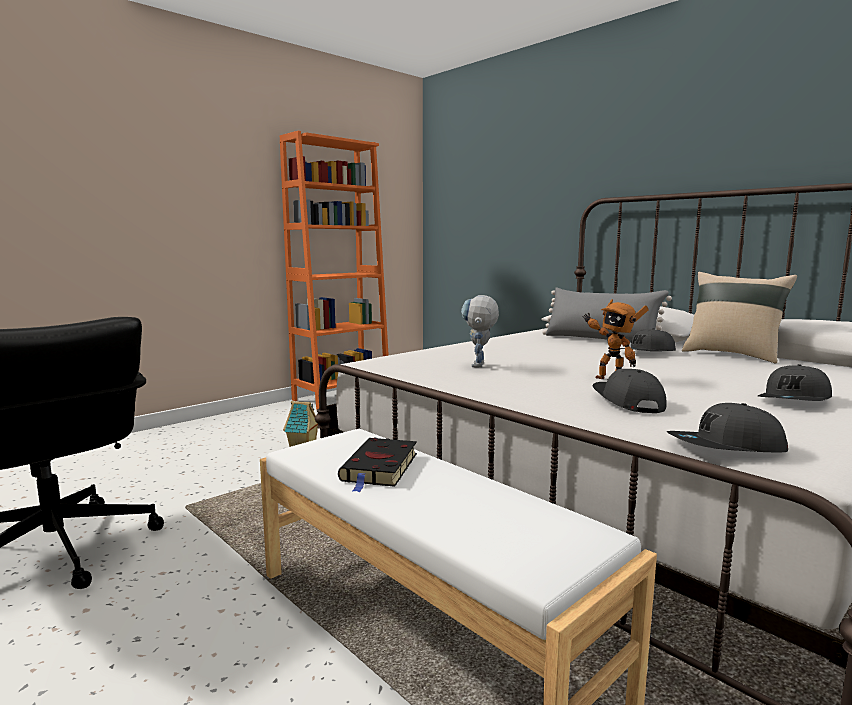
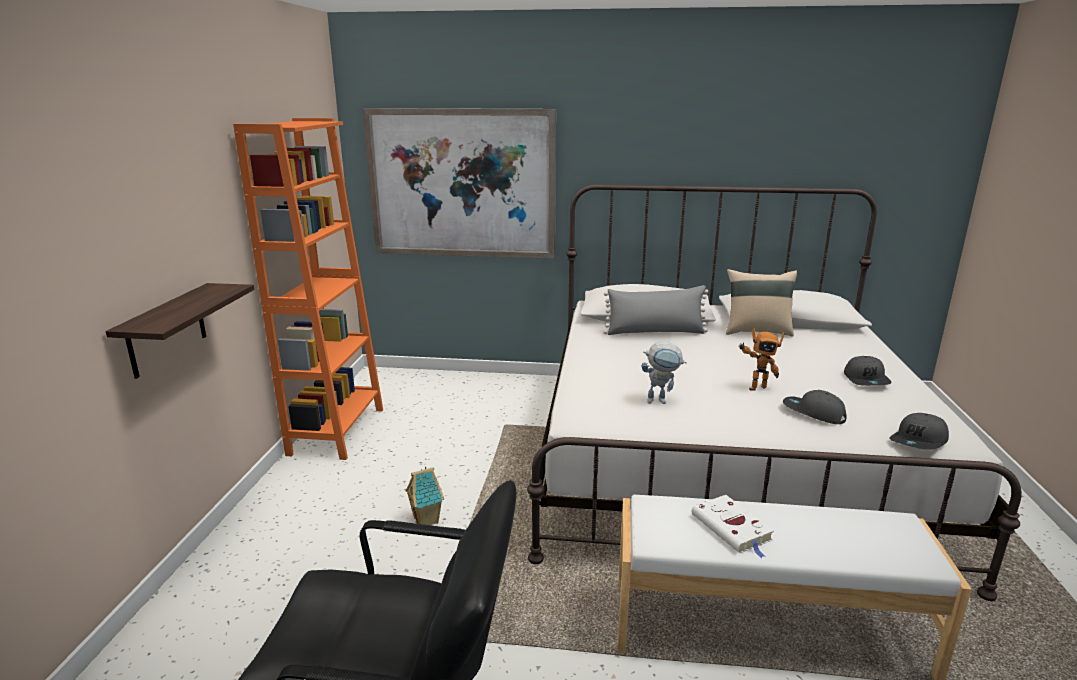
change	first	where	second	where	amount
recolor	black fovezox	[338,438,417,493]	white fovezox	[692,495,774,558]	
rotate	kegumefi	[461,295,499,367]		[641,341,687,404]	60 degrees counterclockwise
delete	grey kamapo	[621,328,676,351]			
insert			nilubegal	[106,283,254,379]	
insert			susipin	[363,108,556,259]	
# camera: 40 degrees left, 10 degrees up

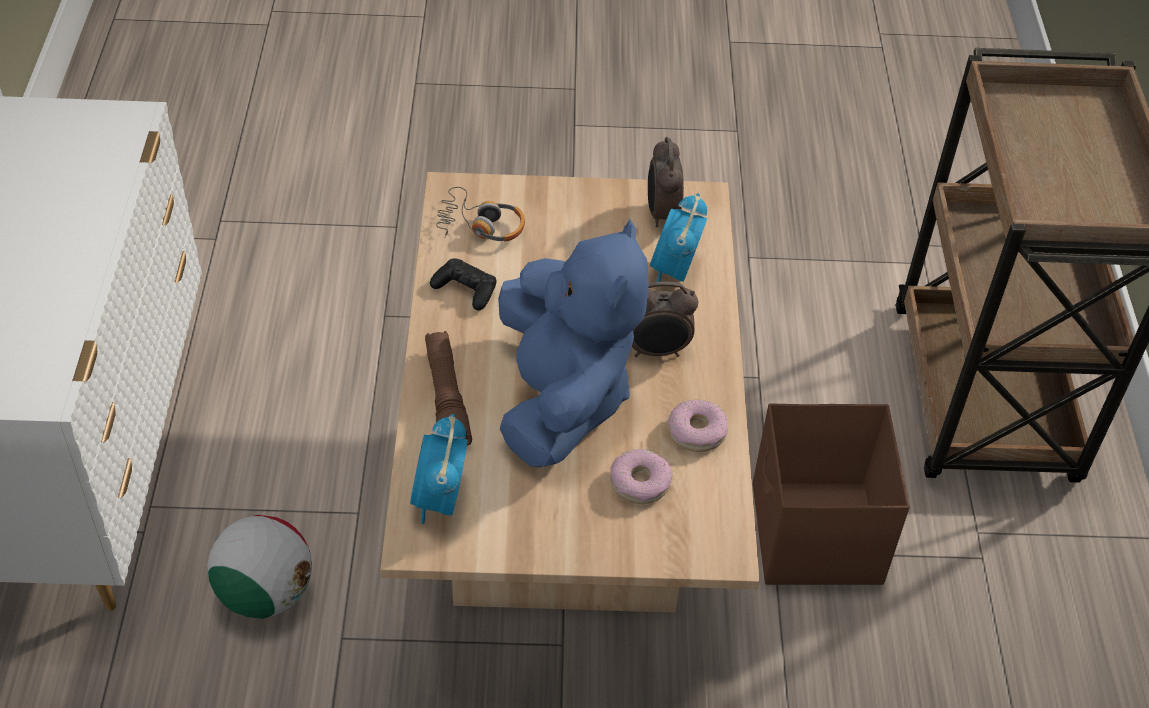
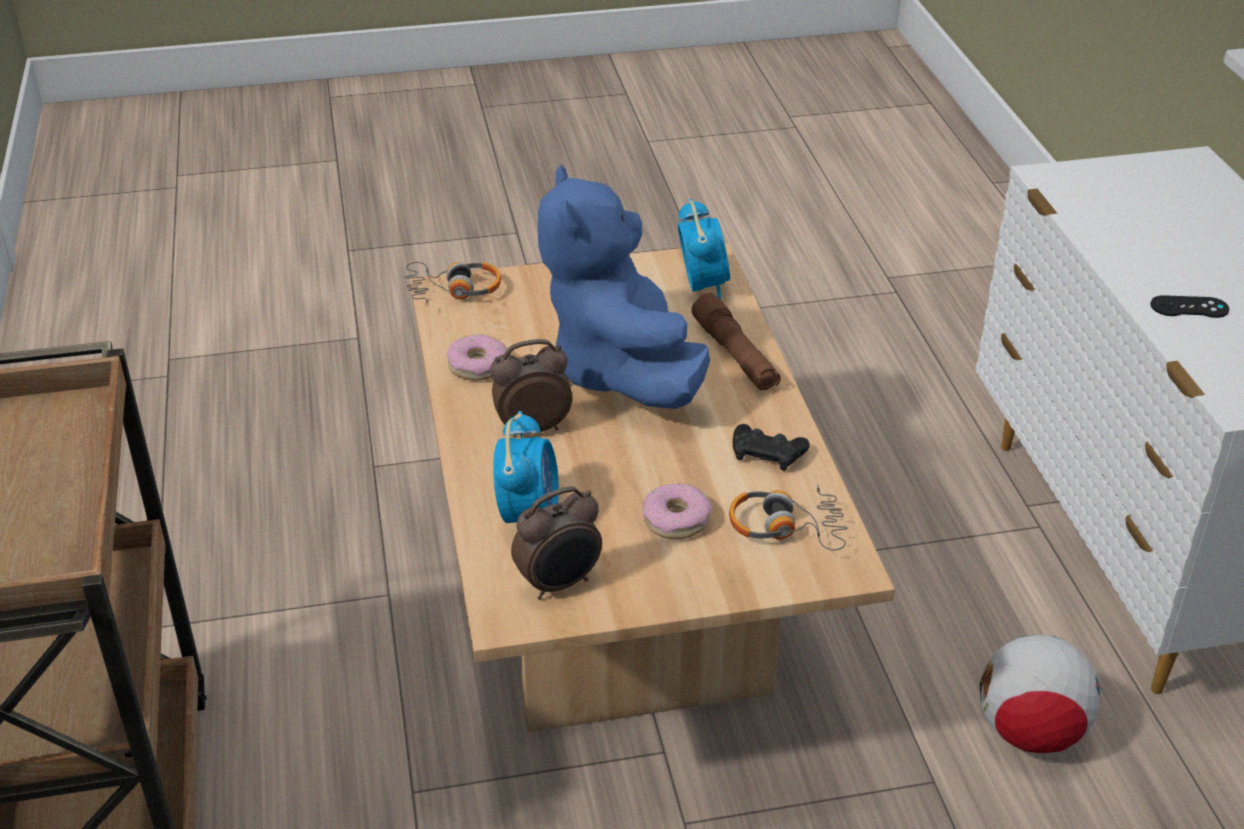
change	first	where	second	where	amount
move	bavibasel	[207,515,312,619]		[979,635,1100,753]	
move	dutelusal	[610,449,672,504]		[642,483,712,539]	
rotate	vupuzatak	[648,137,684,227]		[511,486,602,600]	75 degrees clockwise
delete	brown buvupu	[753,404,910,585]			
insert			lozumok	[404,262,501,306]	
insert			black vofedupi	[1150,295,1230,318]	
# camera: 170 degrees right, 10 degrees down

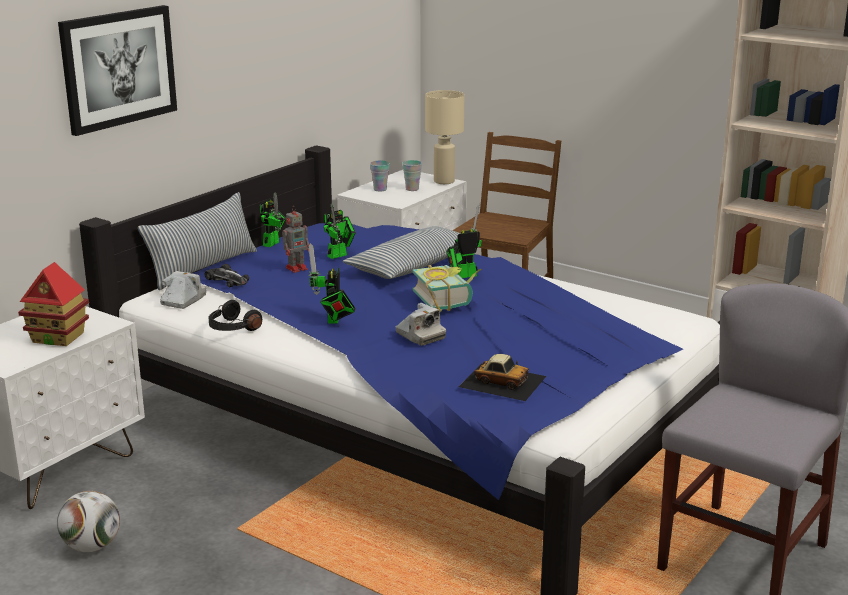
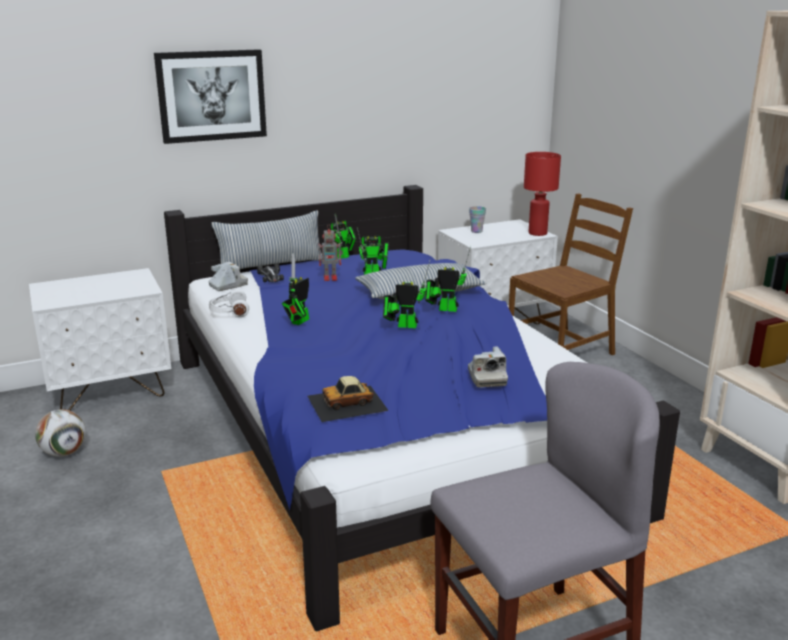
change	first	where	second	where	amount
delete	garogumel	[18,262,89,346]			
recolor	black lozumok	[209,300,262,331]	white lozumok	[209,290,249,317]	
move	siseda	[395,303,446,346]		[468,346,508,388]	
delete	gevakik	[402,160,422,191]			
replace	fovezox	[413,265,481,312]	kegumefi	[383,261,430,328]	
recolor	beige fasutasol	[425,90,464,184]	red fasutasol	[524,152,561,236]	
rotate	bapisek	[459,354,546,401]		[308,376,389,422]	105 degrees clockwise
# camera: 30 degrees right, 0 degrees up

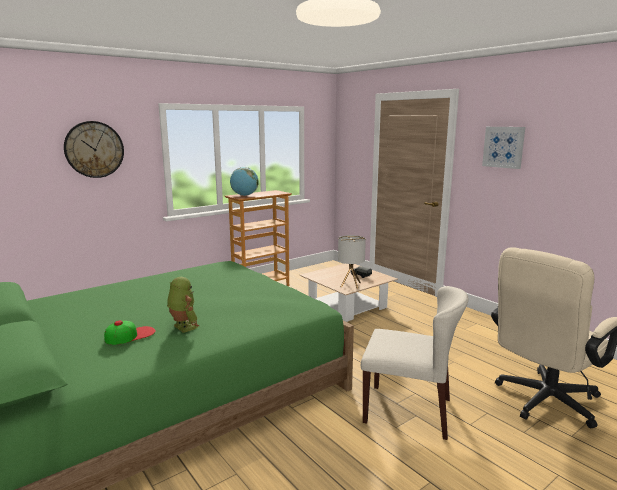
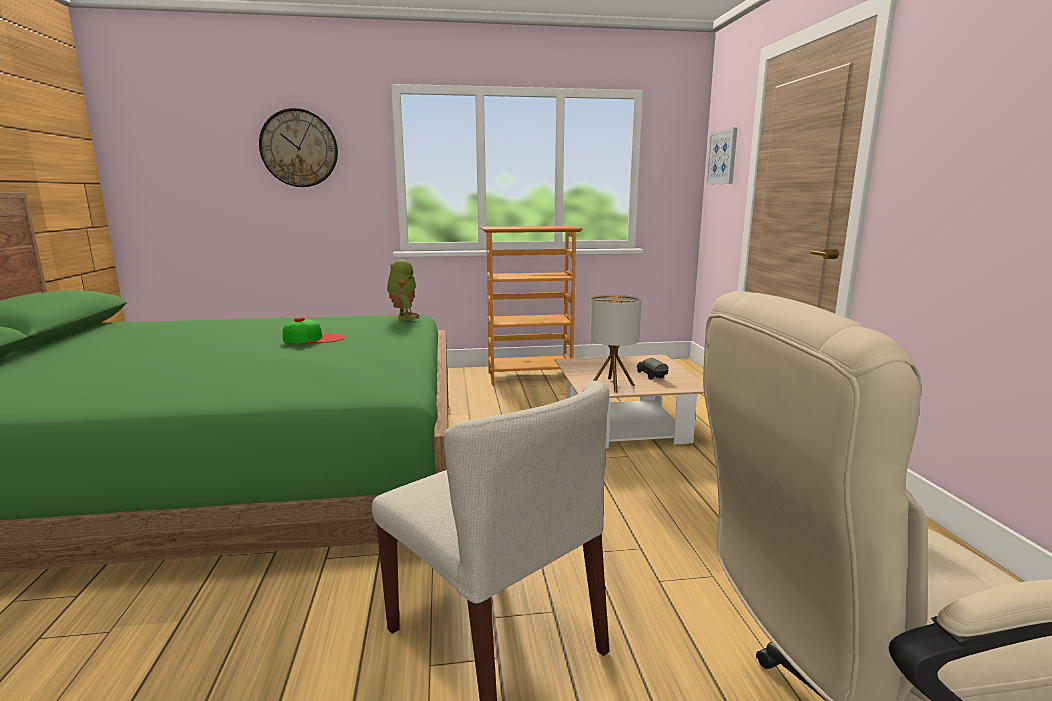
change	first	where	second	where	amount
move	kamapo	[104,320,156,345]		[283,317,345,344]	
move	kegumefi	[167,277,199,333]		[387,260,420,320]	
delete	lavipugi	[230,167,259,196]			
move	susipin	[482,127,525,169]		[706,127,737,185]	
# camera: 30 degrees right, 0 degrees up

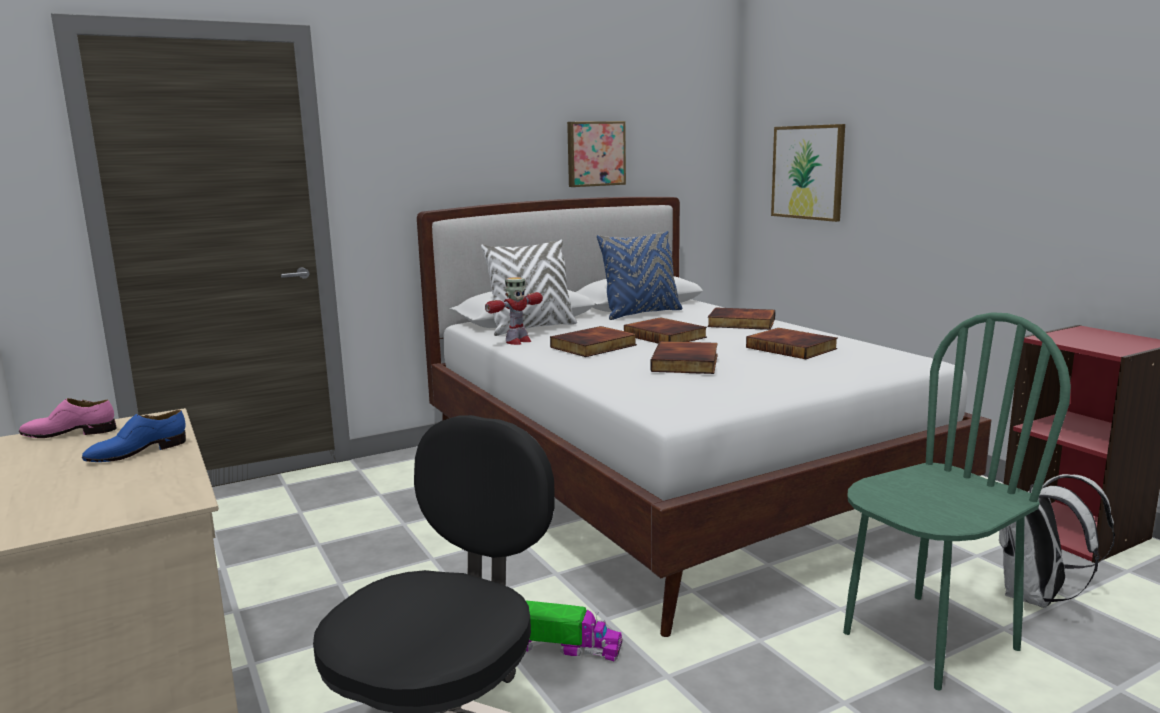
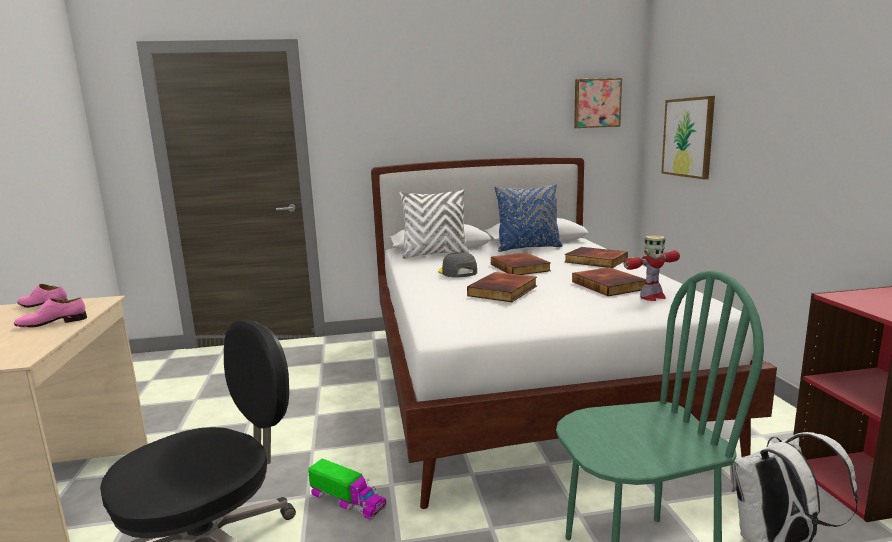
change	first	where	second	where	amount
recolor	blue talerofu	[82,410,186,462]	pink talerofu	[14,298,87,328]	
move	kegumefi	[485,277,543,345]		[624,235,680,301]	
replace	fovezox	[550,326,637,357]	grey kamapo	[438,252,477,278]	
move	susipin	[567,121,626,187]		[574,78,622,128]	
# camera: 20 degrees right, 0 degrees up

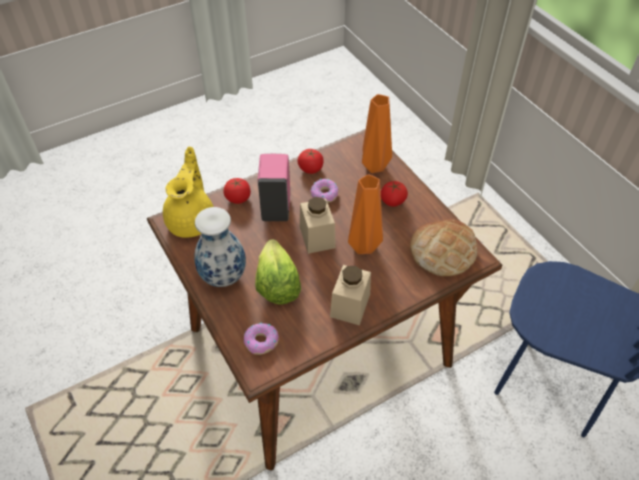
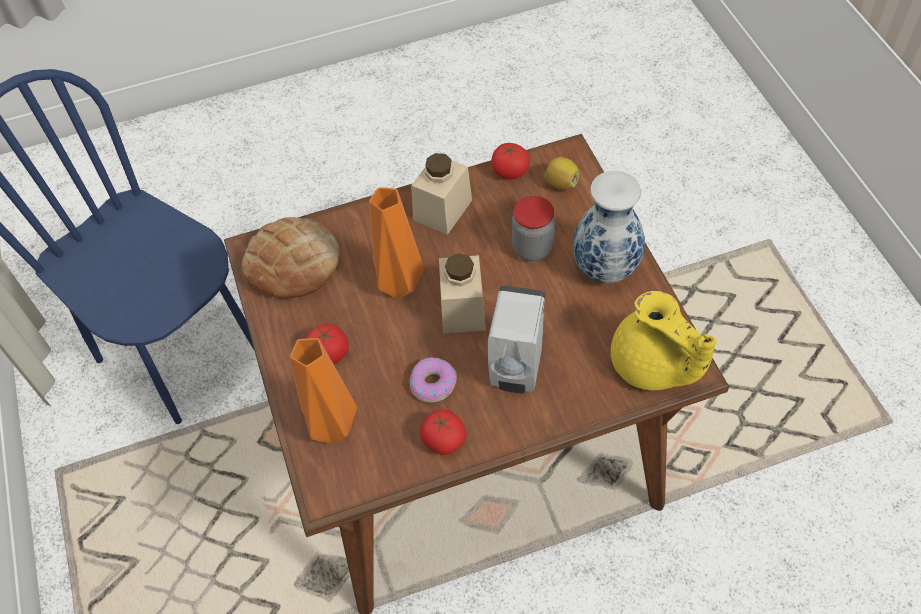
change	first	where	second	where	amount
rotate	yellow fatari	[163,146,214,238]		[611,291,717,390]	60 degrees counterclockwise
move	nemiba	[224,178,251,204]		[491,143,530,180]	
replace	dutelusal	[244,323,279,355]	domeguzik	[544,157,579,190]	
replace	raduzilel	[255,239,301,305]	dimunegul	[512,196,555,262]	
recolor	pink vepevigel	[258,154,290,221]	white vepevigel	[488,285,545,393]	
# camera: 165 degrees left, 5 degrees up

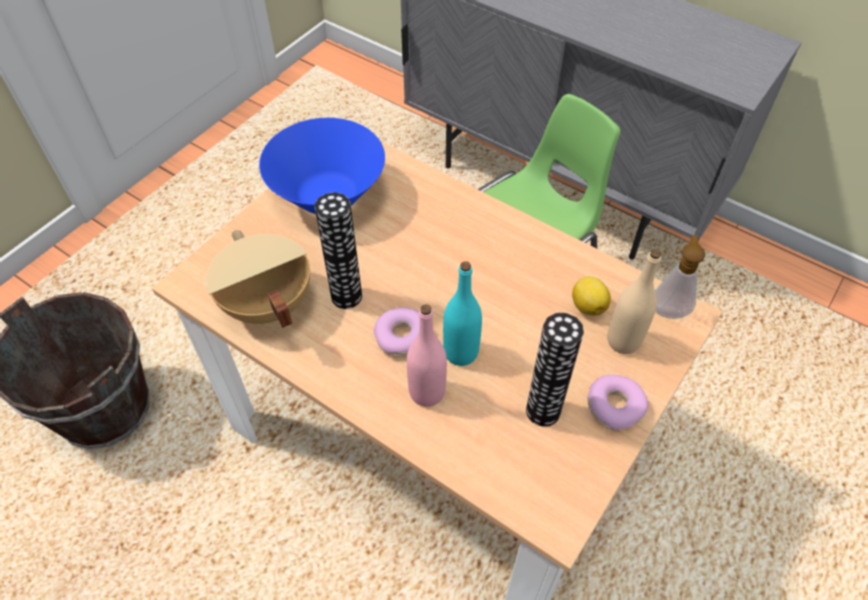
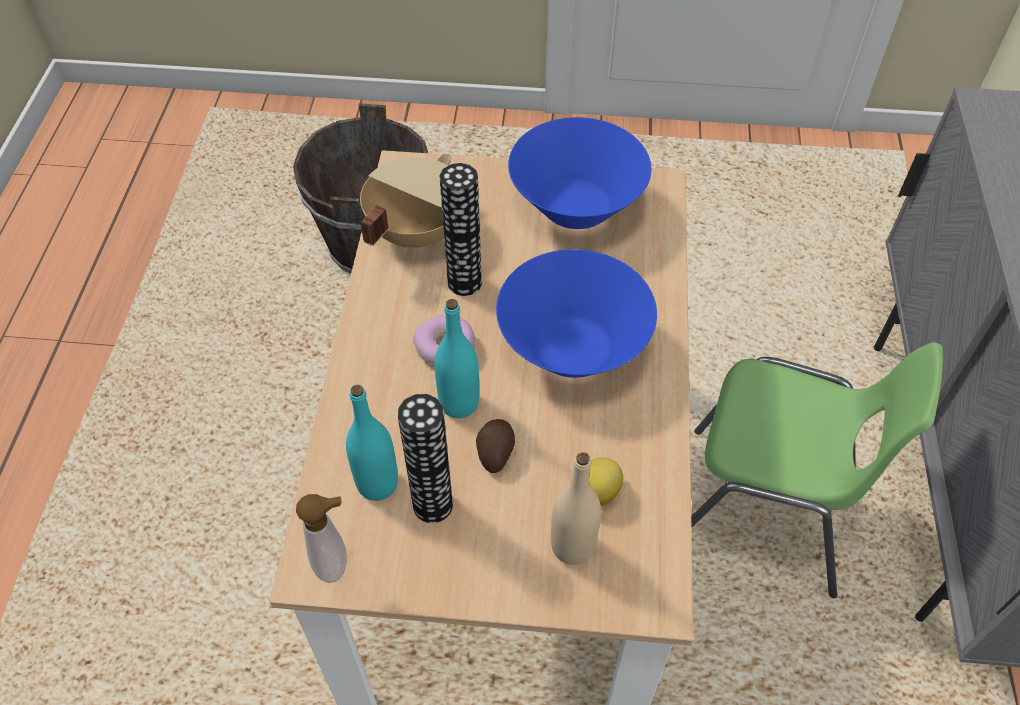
change	first	where	second	where	amount
delete	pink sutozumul	[407,304,447,407]			
delete	dutelusal	[587,375,648,431]			
move	vepevigel	[655,235,706,319]		[296,494,347,583]	
insert			turquoise sutozumul	[346,385,398,501]	
insert			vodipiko	[476,419,515,473]	
insert			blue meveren	[496,249,657,378]	
# camera: 60 degrees right, 0 degrees up

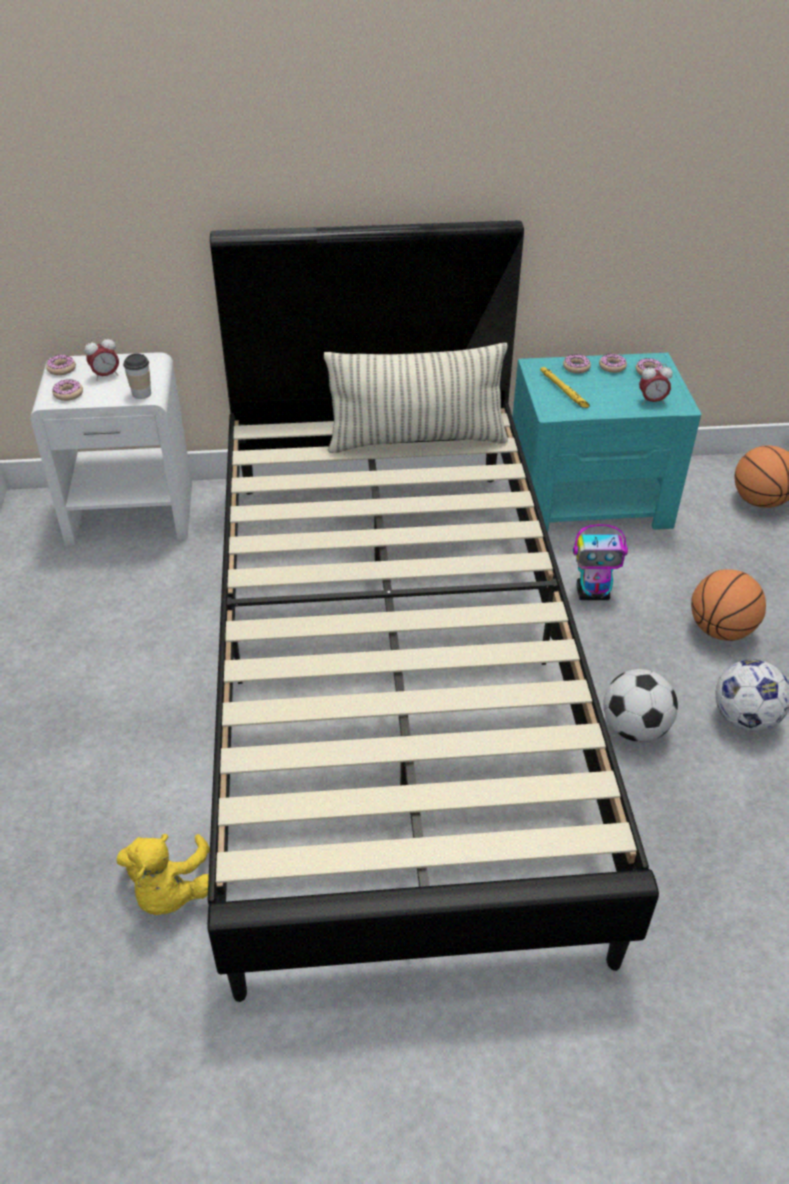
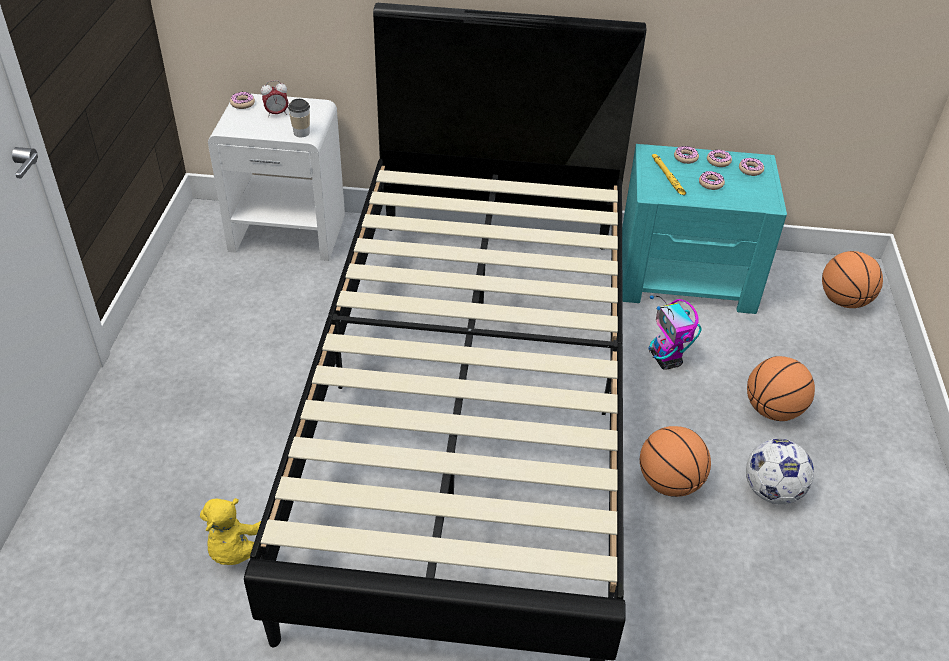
change	first	where	second	where	amount
move	dutelusal	[52,379,83,401]		[699,171,725,190]	
delete	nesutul	[324,343,508,453]			
rotate	kegumefi	[573,524,628,600]		[648,295,702,370]	60 degrees clockwise
replace	bavibasel	[603,669,678,742]	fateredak	[640,426,711,497]	
delete	vupuzatak	[639,363,673,404]			
# camera: 10 degrees right, 0 degrees up

